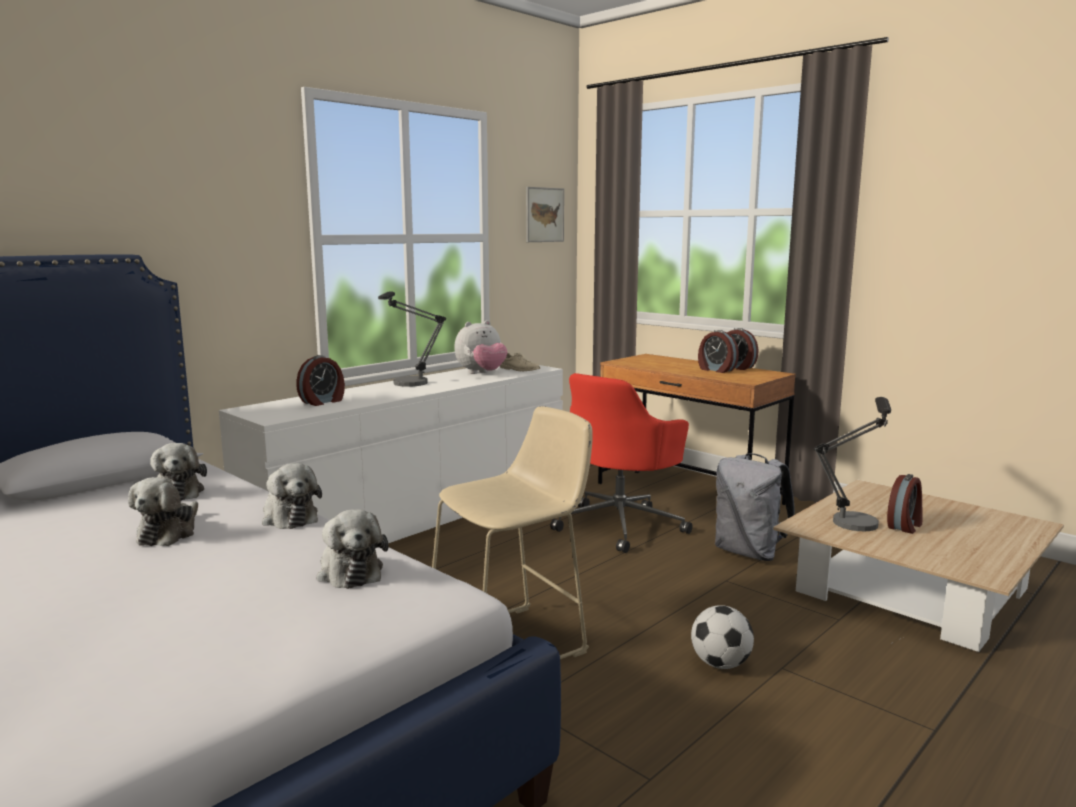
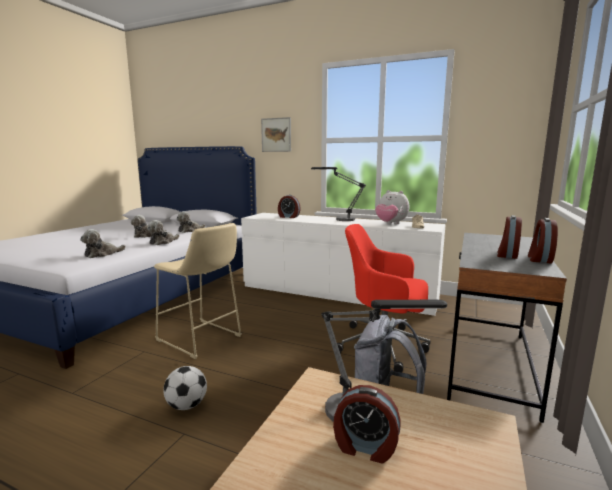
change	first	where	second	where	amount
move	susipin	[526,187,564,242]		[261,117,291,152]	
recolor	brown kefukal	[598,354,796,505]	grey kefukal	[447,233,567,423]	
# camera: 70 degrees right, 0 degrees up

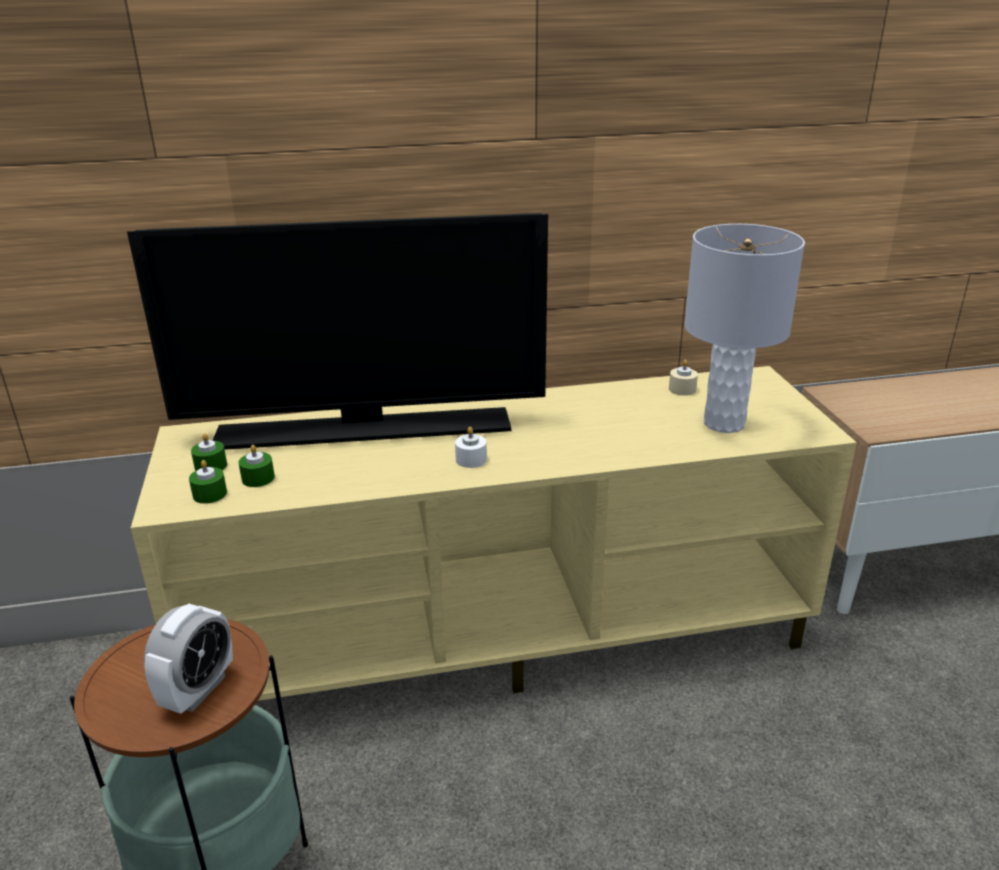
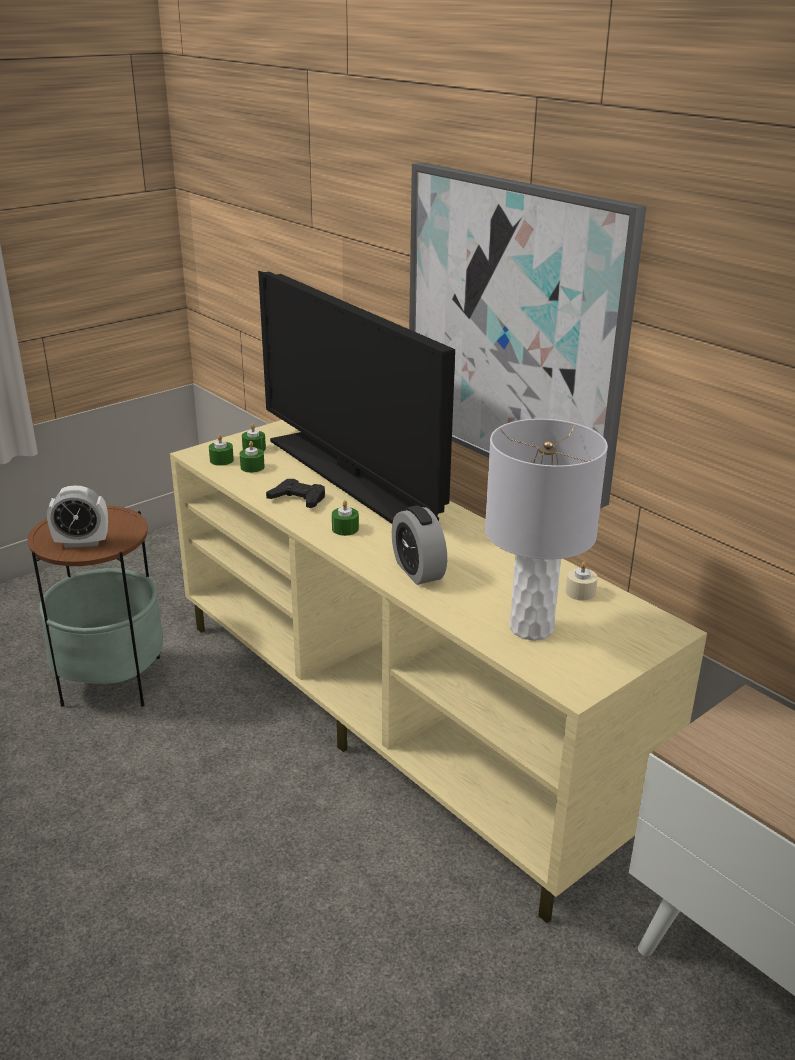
change	first	where	second	where	amount
recolor	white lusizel	[455,427,487,468]	green lusizel	[332,500,359,536]	
insert			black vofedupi	[266,479,325,508]	
insert			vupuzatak	[392,505,447,585]	
insert			susipin	[409,162,647,509]	
# camera: 60 degrees right, 0 degrees up

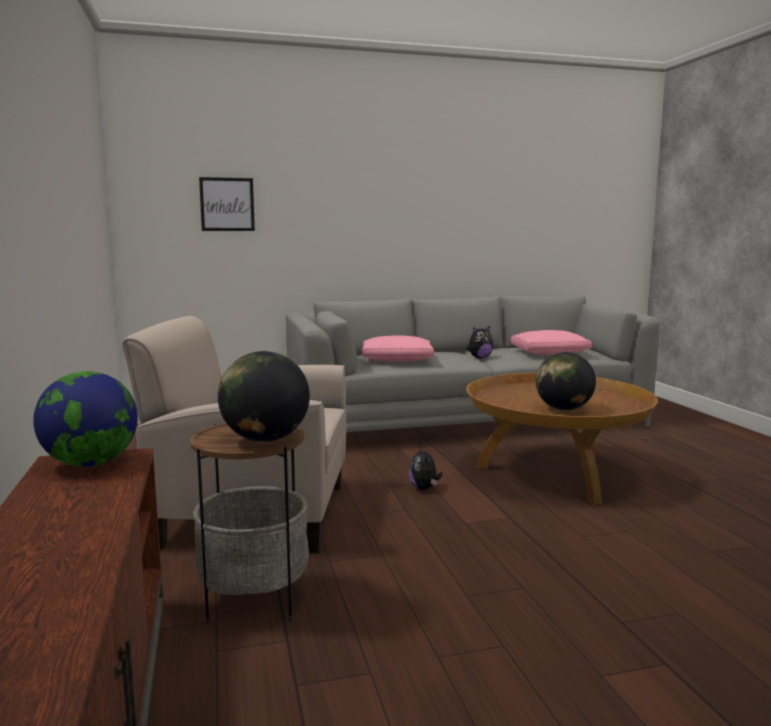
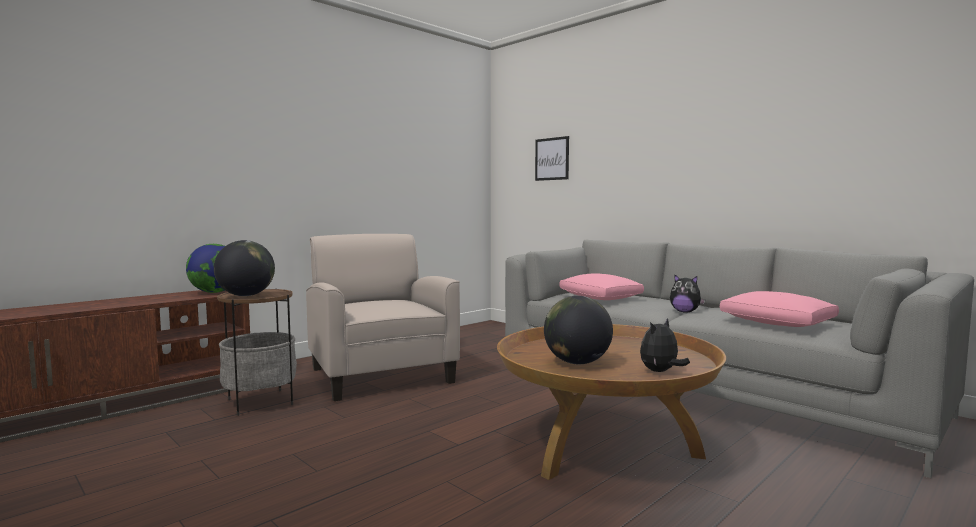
change	first	where	second	where	amount
move	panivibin	[409,445,442,490]		[640,318,690,372]	
# camera: 60 degrees right, 5 degrees down

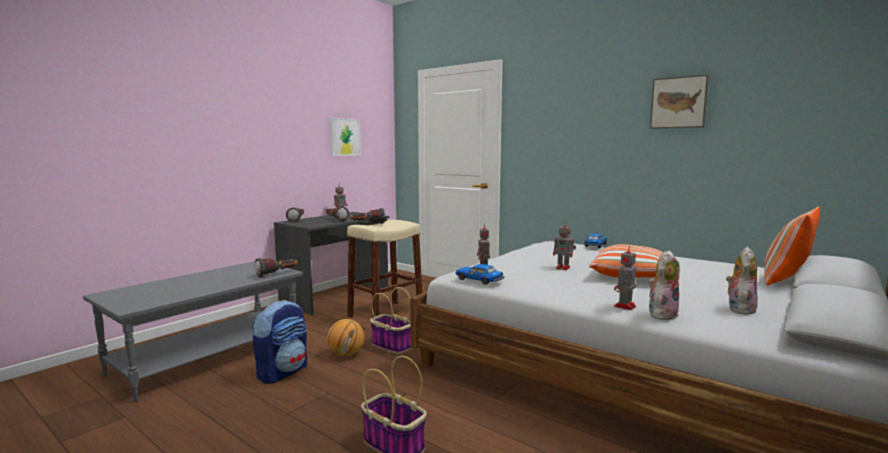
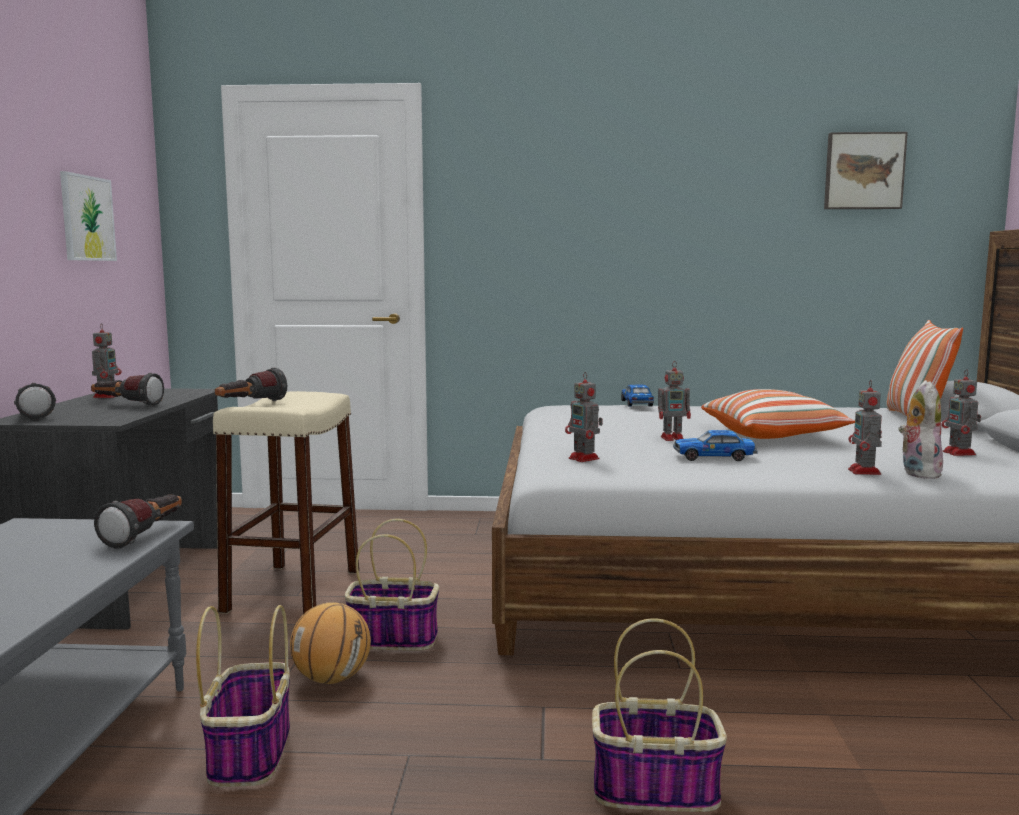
change	first	where	second	where	amount
replace	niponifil	[252,300,307,384]	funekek	[196,605,290,787]	
move	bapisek	[455,264,504,285]		[673,430,758,461]	
move	susipin	[650,75,709,129]		[824,132,908,209]	
replace	panivibin	[726,247,758,315]	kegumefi	[941,369,981,456]	
# camera: 35 degrees left, 0 degrees up

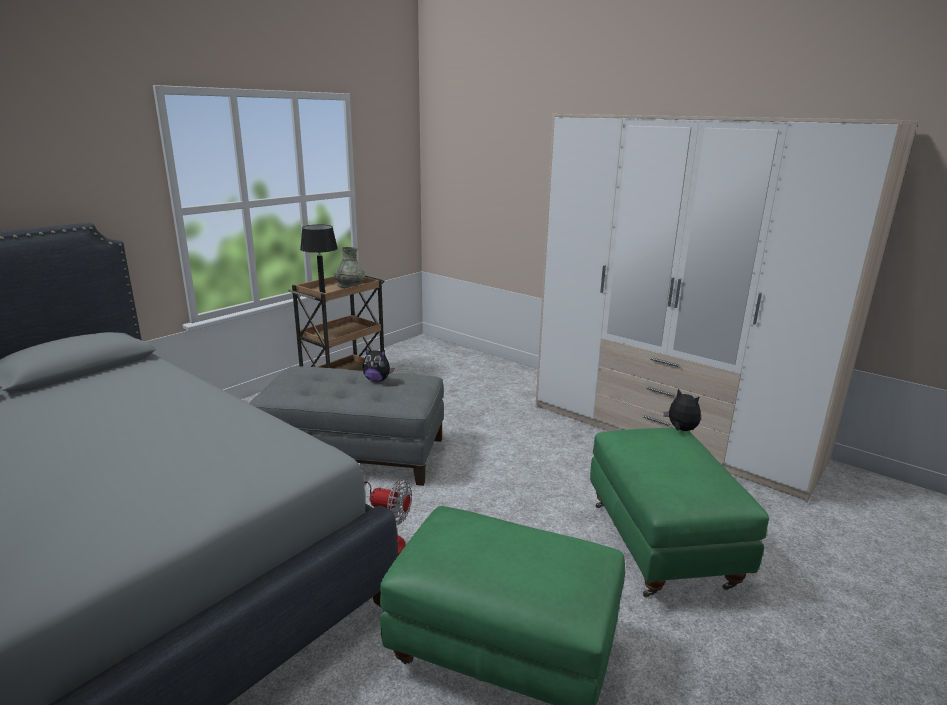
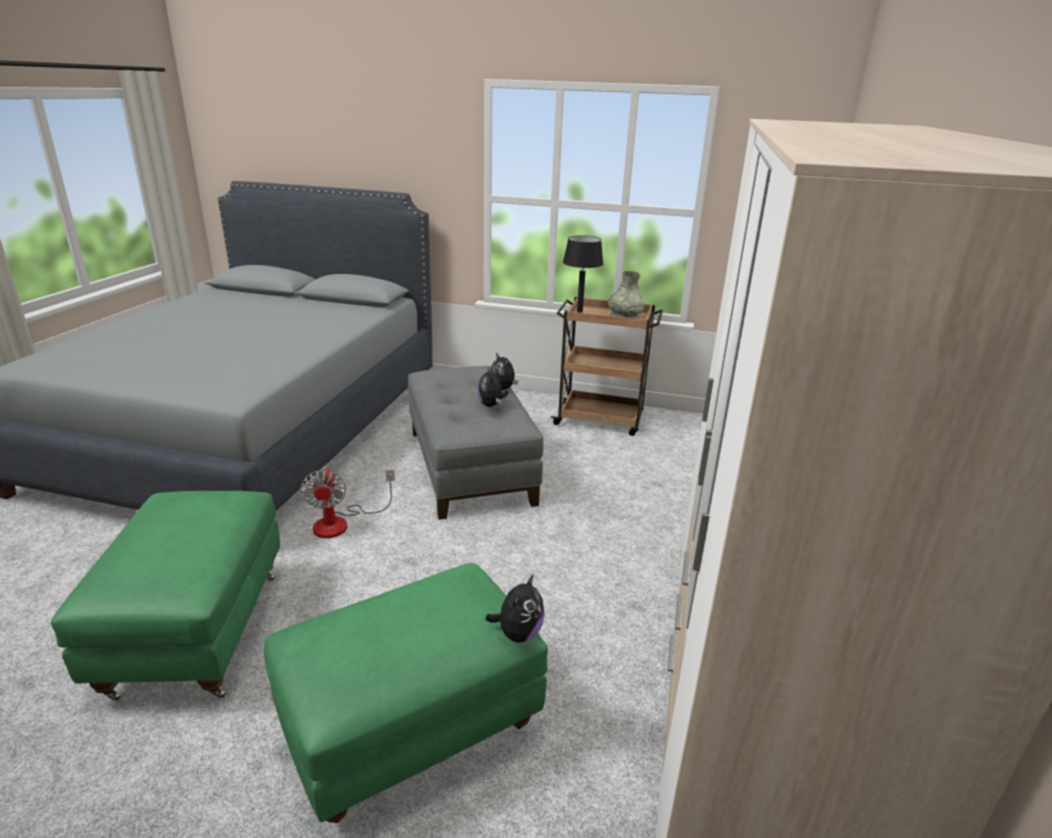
change	first	where	second	where	amount
insert			panivibin	[490,353,518,390]	
# camera: 65 degrees right, 5 degrees up

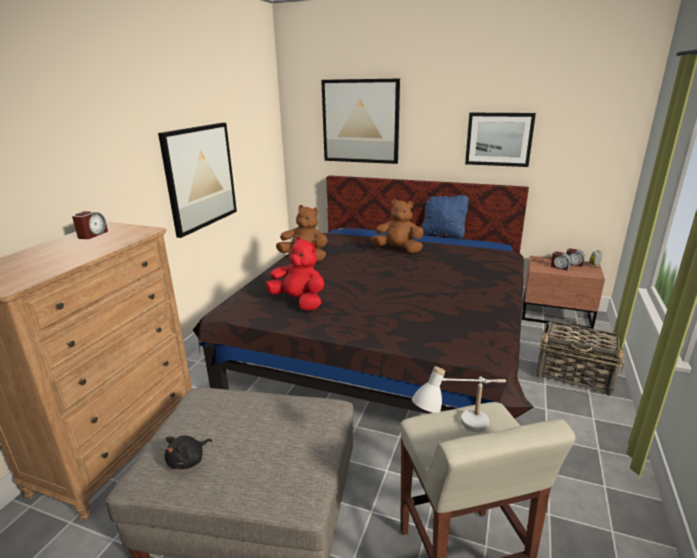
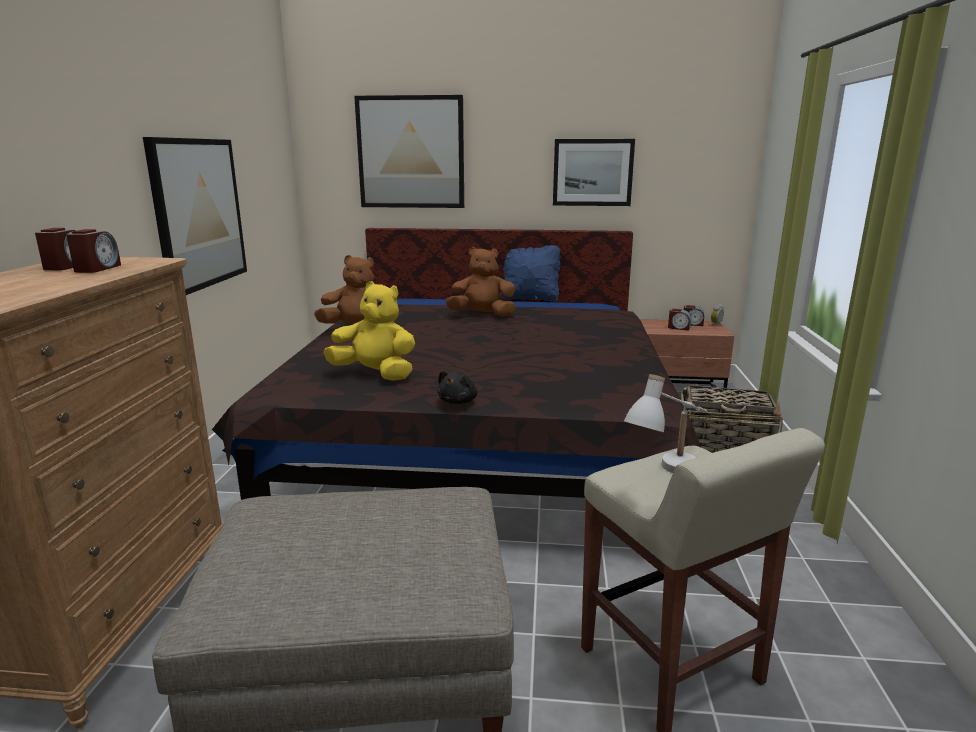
change	first	where	second	where	amount
move	black panivibin	[164,435,212,469]		[437,371,478,404]	
recolor	red panivibin	[265,237,324,311]	yellow panivibin	[323,281,415,381]	
insert			vupuzatak	[66,229,121,273]	
# camera: 15 degrees left, 5 degrees down

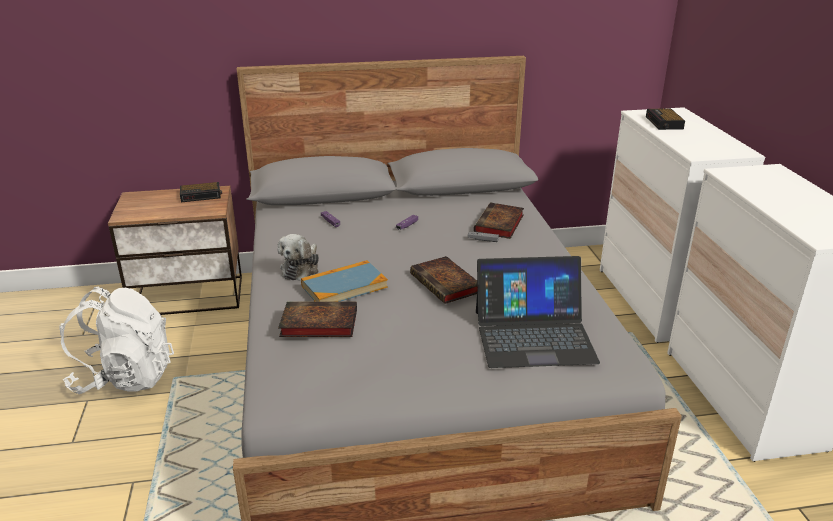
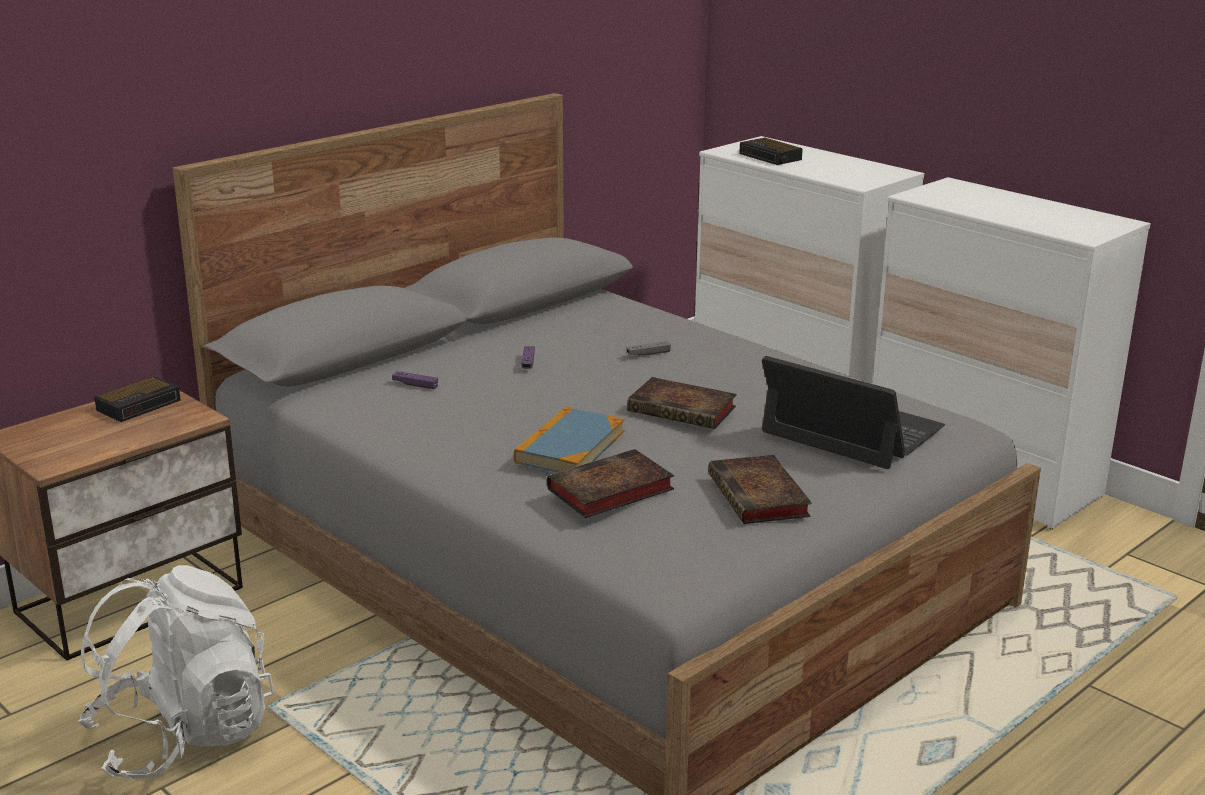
change	first	where	second	where	amount
delete	panivibin	[277,234,319,281]			
move	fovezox	[474,203,524,239]		[708,455,812,524]	
rotate	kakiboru	[476,256,600,368]		[762,356,945,469]	105 degrees counterclockwise
# camera: 35 degrees left, 5 degrees down

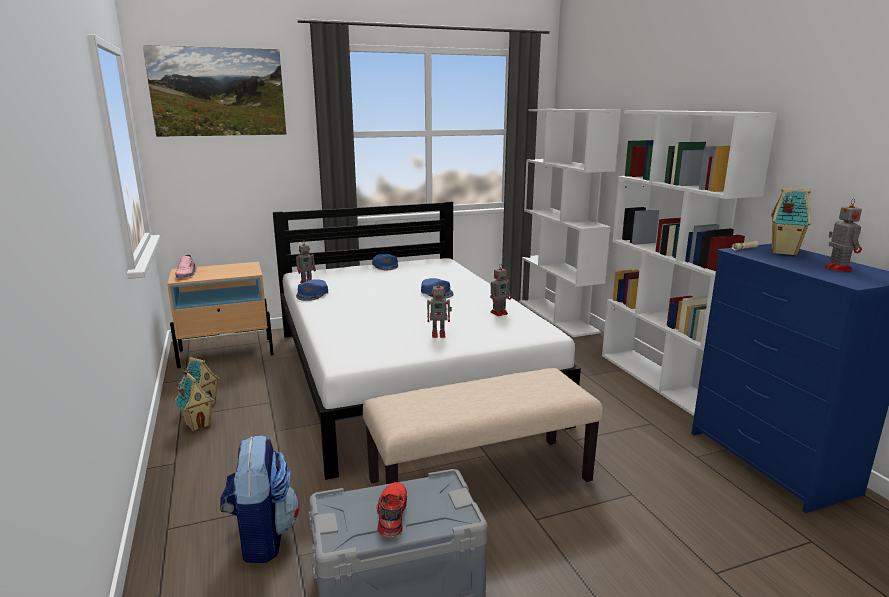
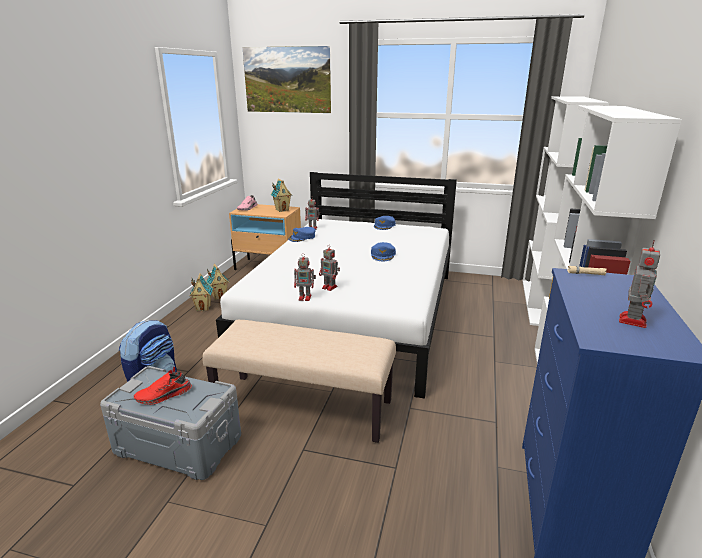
change	first	where	second	where	amount
rotate	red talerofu	[376,482,407,537]		[134,371,192,405]	150 degrees counterclockwise
move	kegumefi	[490,263,512,316]		[294,253,316,301]	
move	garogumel	[771,188,811,256]		[271,178,293,212]	
# camera: 35 degrees right, 5 degrees up

